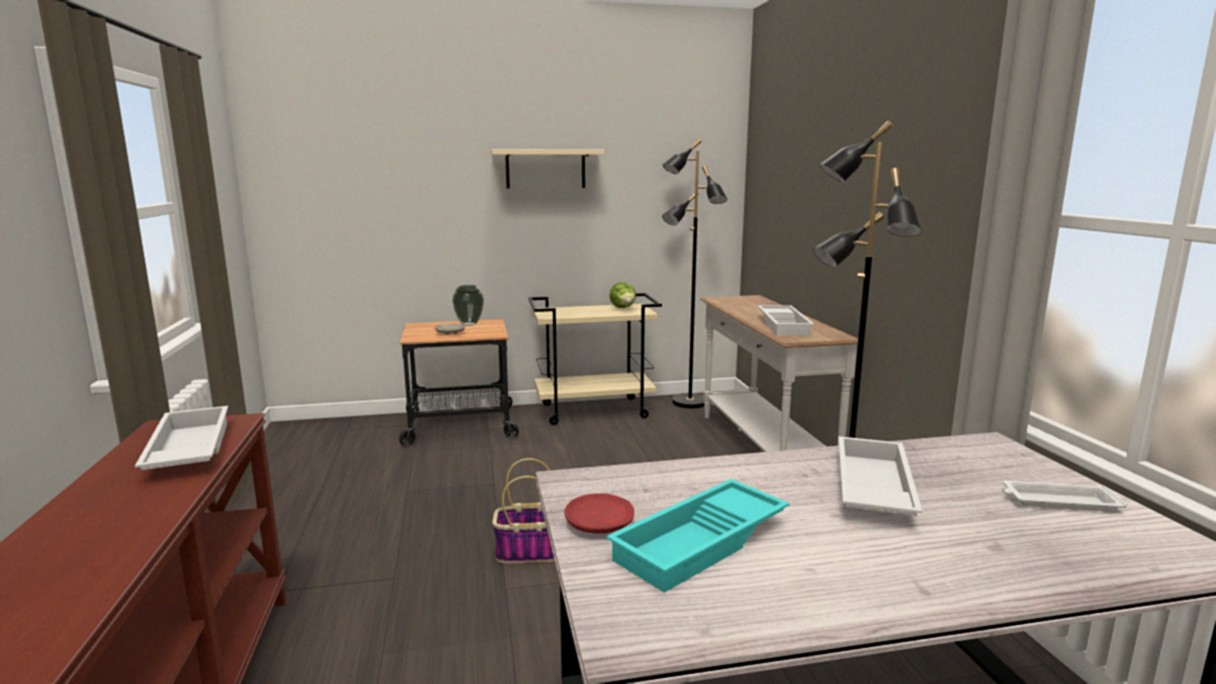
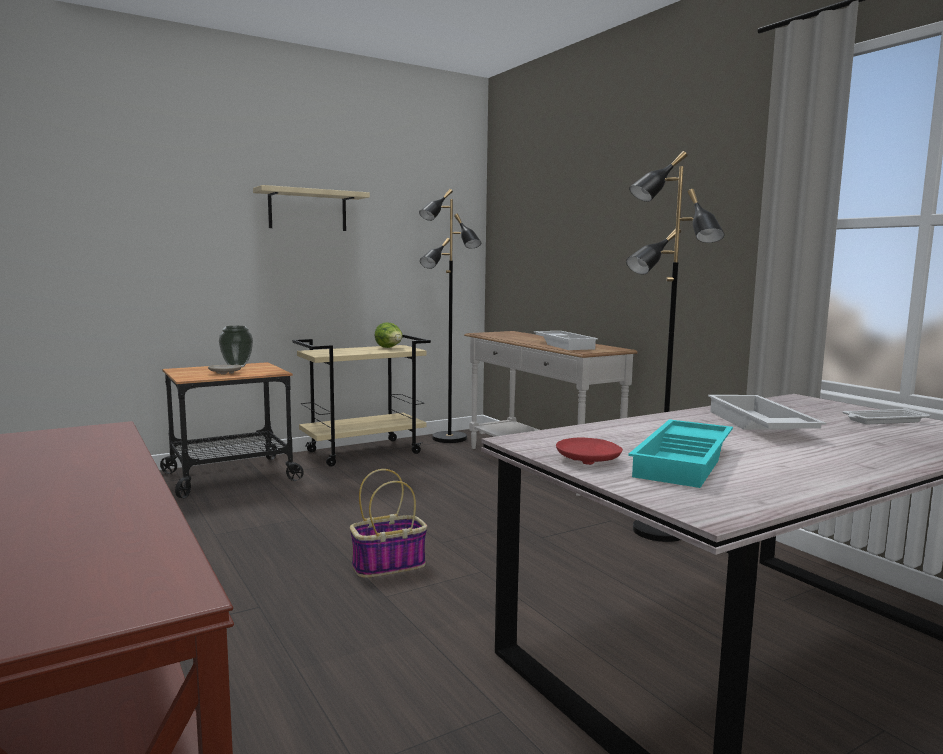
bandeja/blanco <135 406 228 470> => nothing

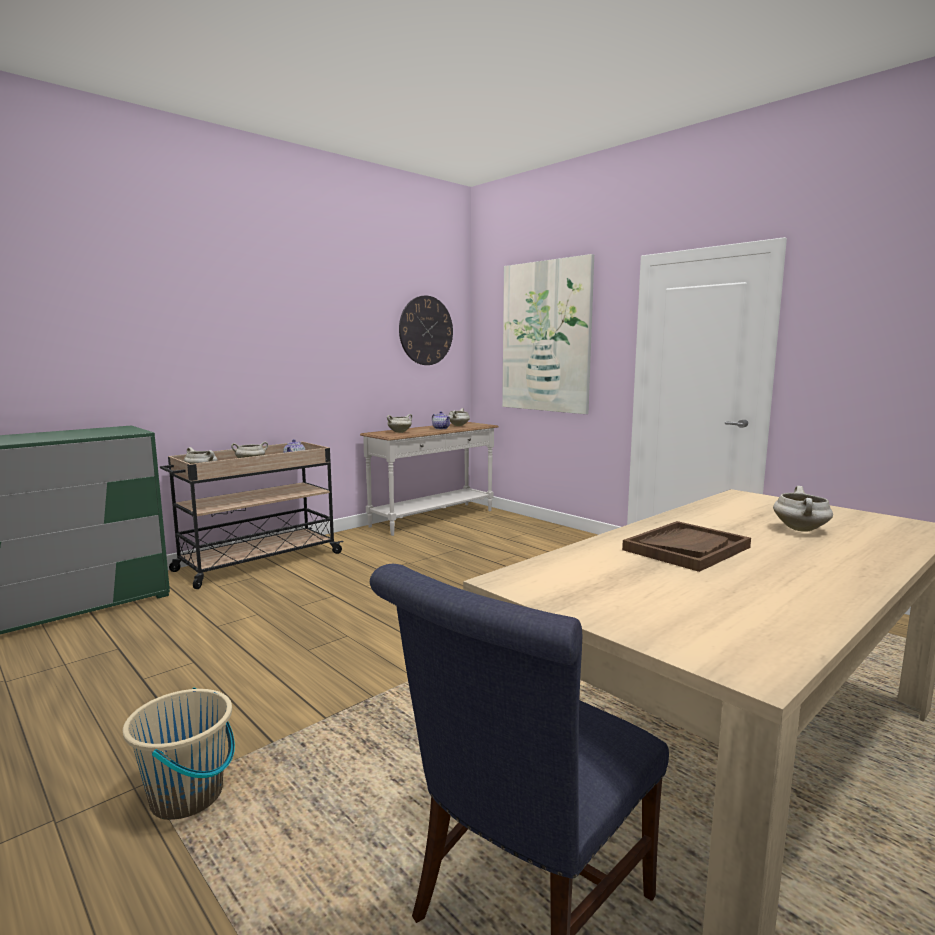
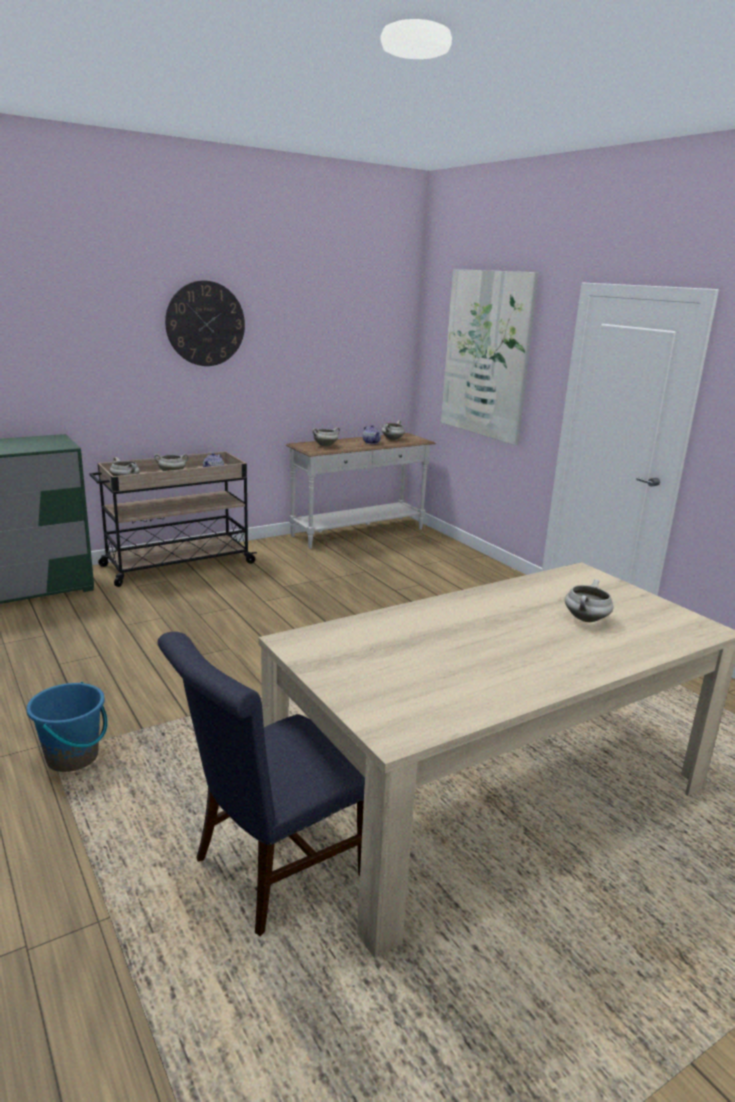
reloj de pared <399 296 453 365> => reloj de pared <165 280 245 366>, shifted
bandeja/marrón <622 521 751 572> => nothing
cubo/beis <123 688 235 820> => cubo/azul <26 682 108 772>

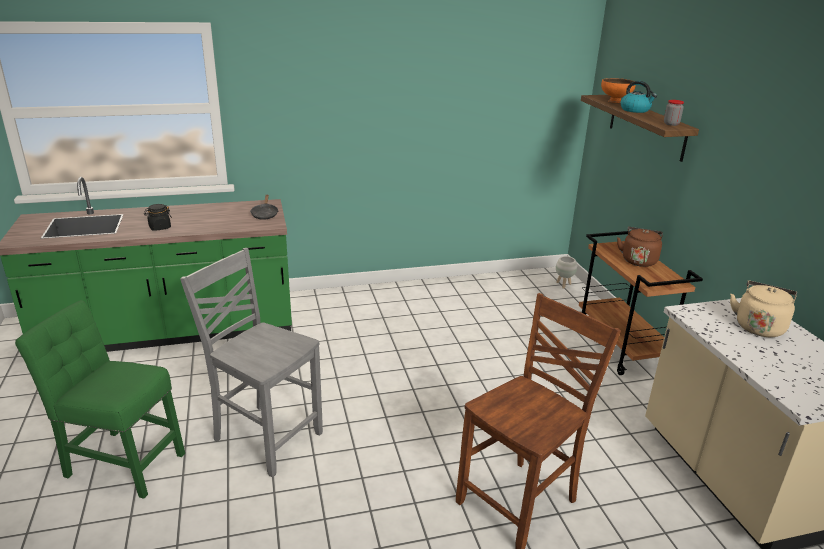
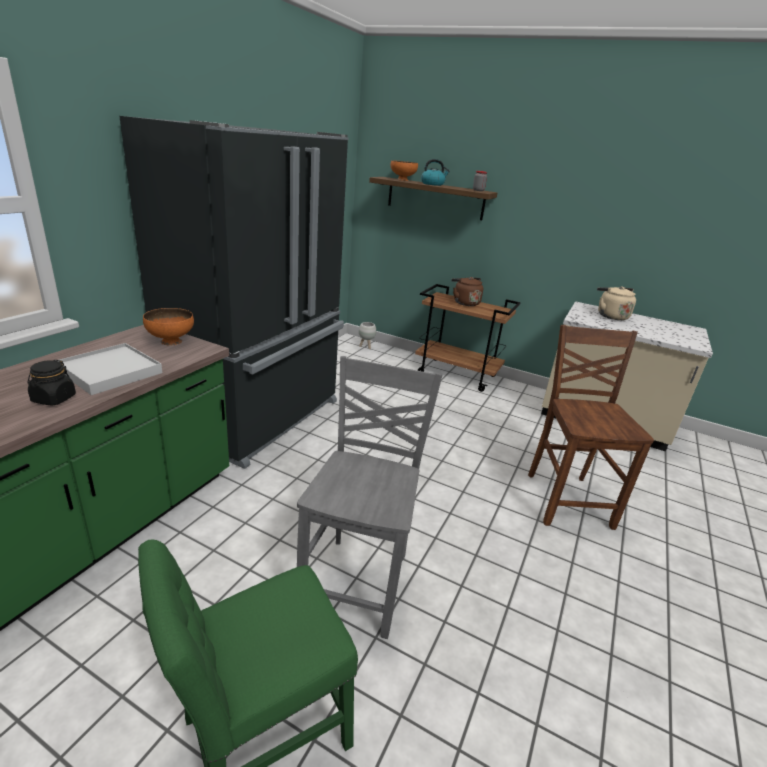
sartén/negro <250 194 279 220> => cuenco/naranja <143 308 194 345>
silla/gris <180 248 323 477> => silla/gris <297 356 443 639>, 120 degrees clockwise
nothing => nevera/negro <119 116 349 469>
nothing => bandeja/blanco <59 343 162 395>

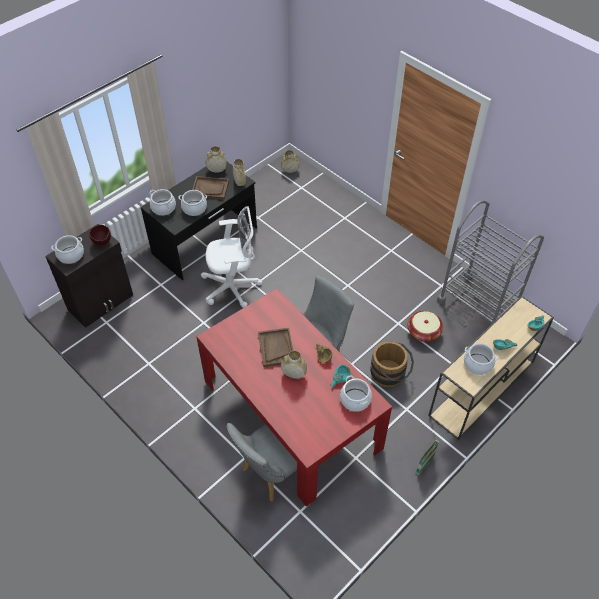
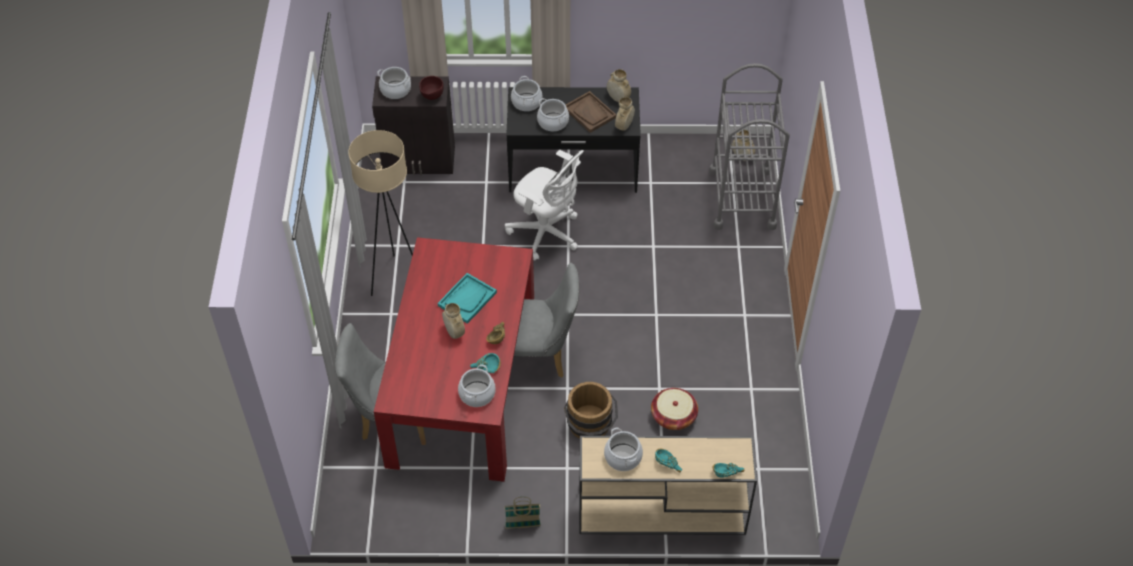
carrito/gris <437 200 544 324> => carrito/gris <709 63 790 230>, shifted
bandeja/marrón <258 328 293 367> => bandeja/turquesa <438 273 497 324>
nothing => lámpara de pie/beis <348 130 413 296>

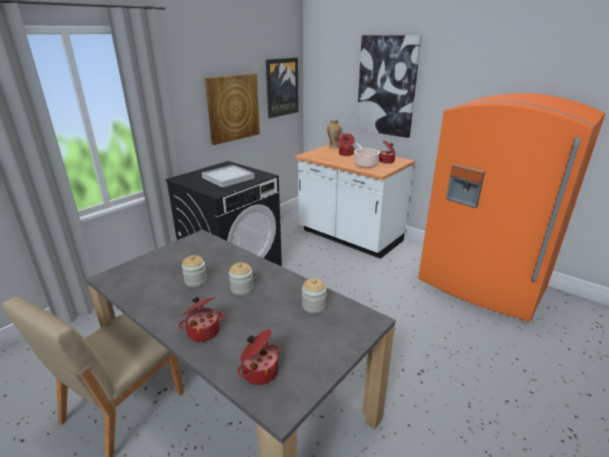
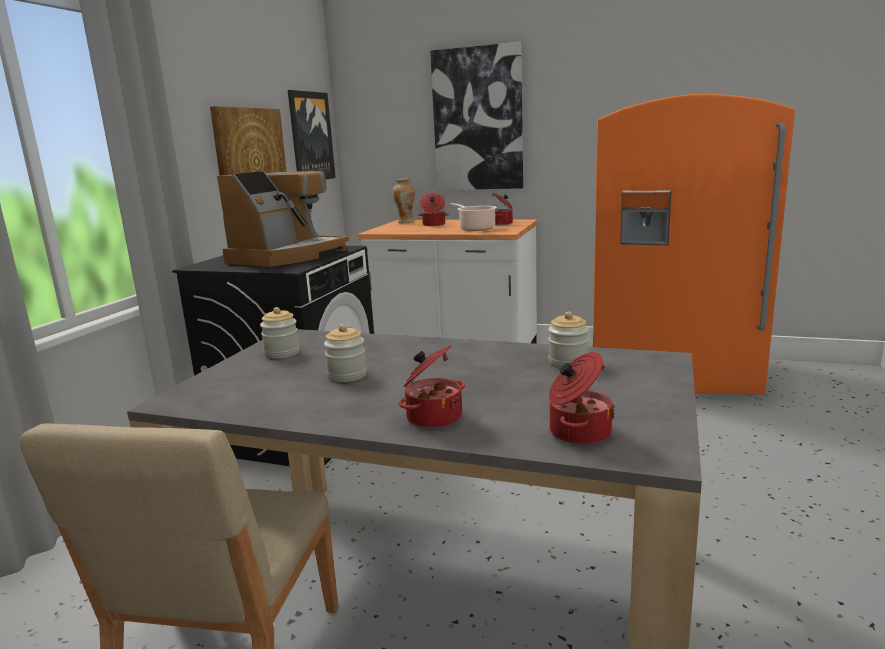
bandeja/blanco <202 165 255 188> => cafetera <217 171 349 267>
tarro <229 262 253 295> => tarro <260 307 300 359>, shifted

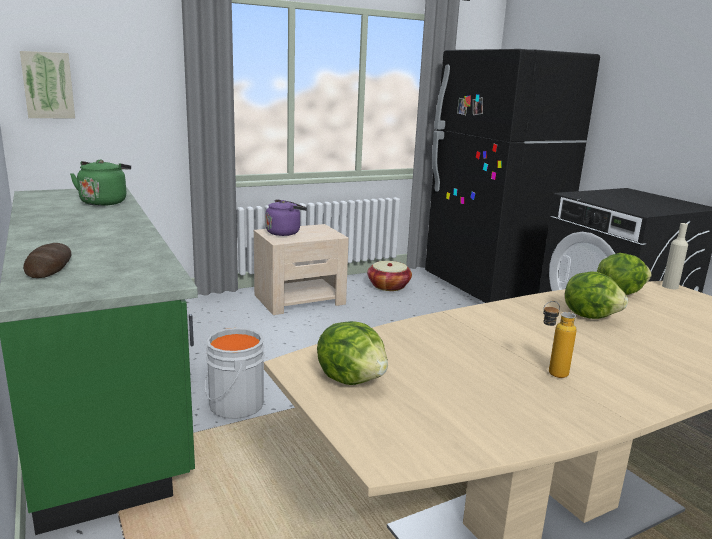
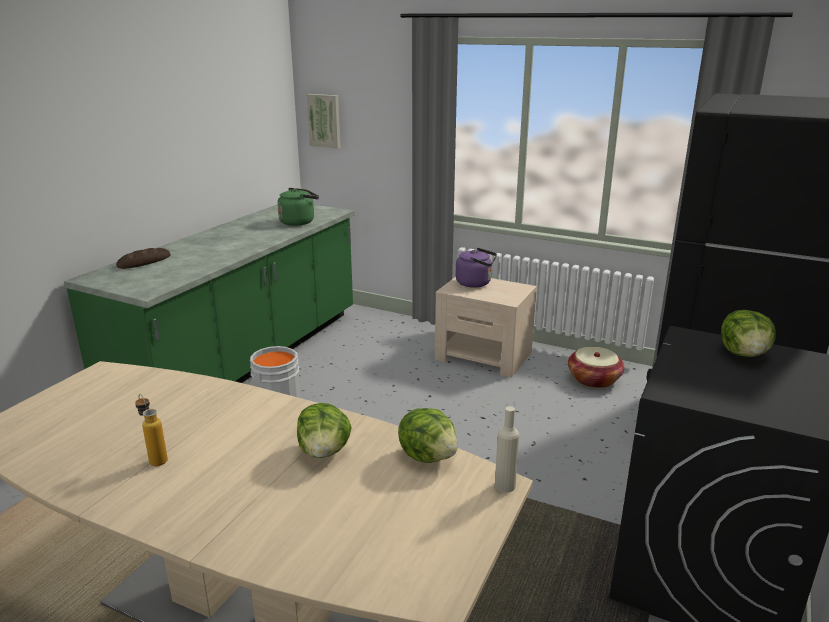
lechuga <317 321 388 385> => lechuga <721 310 776 357>, shifted

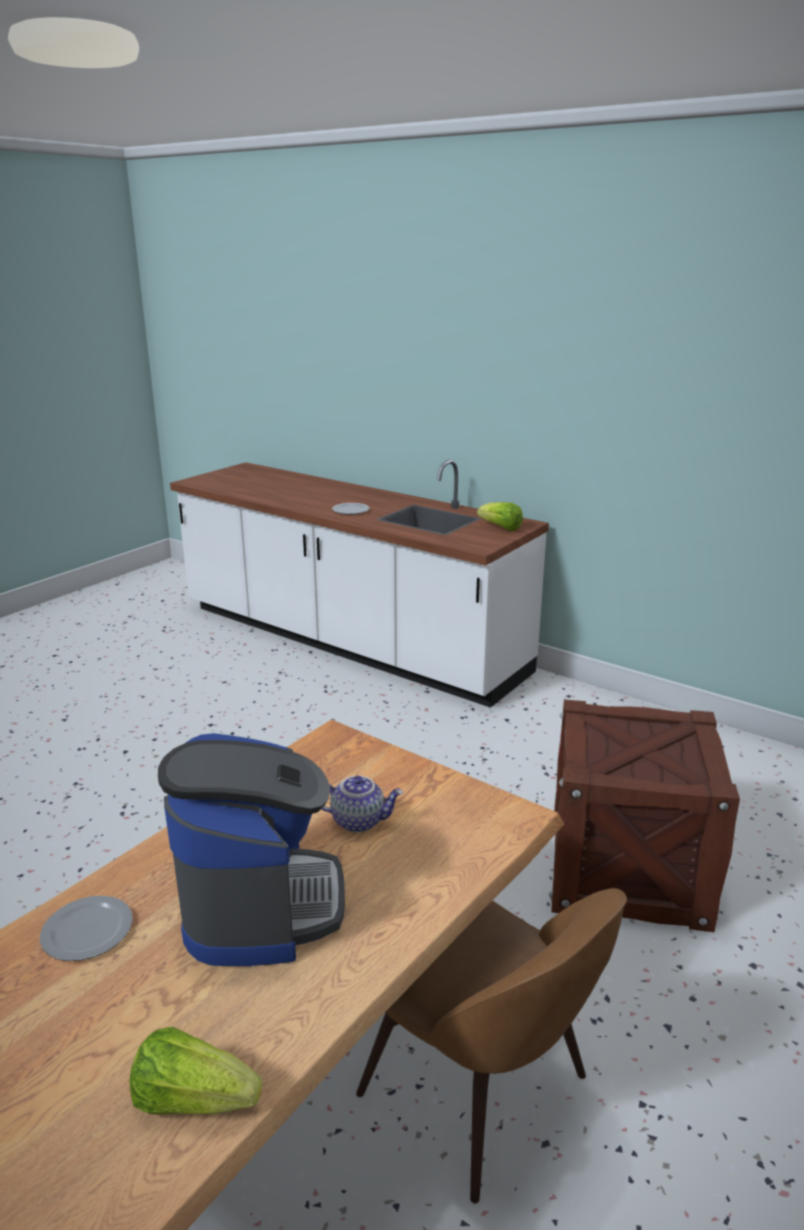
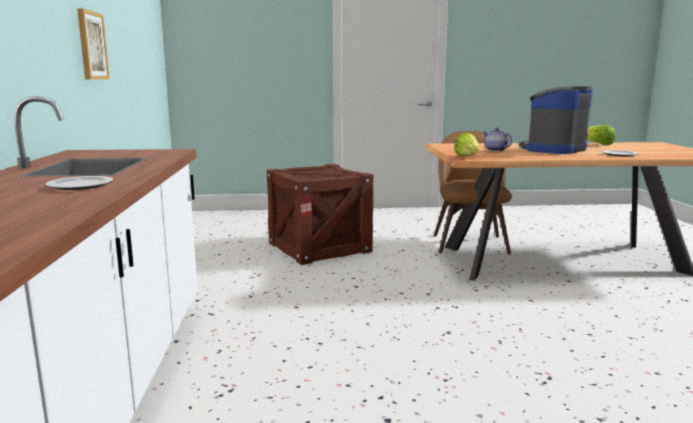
lechuga <477 502 523 531> => lechuga <454 132 479 156>, shifted
nothing => cuadro <77 8 110 80>

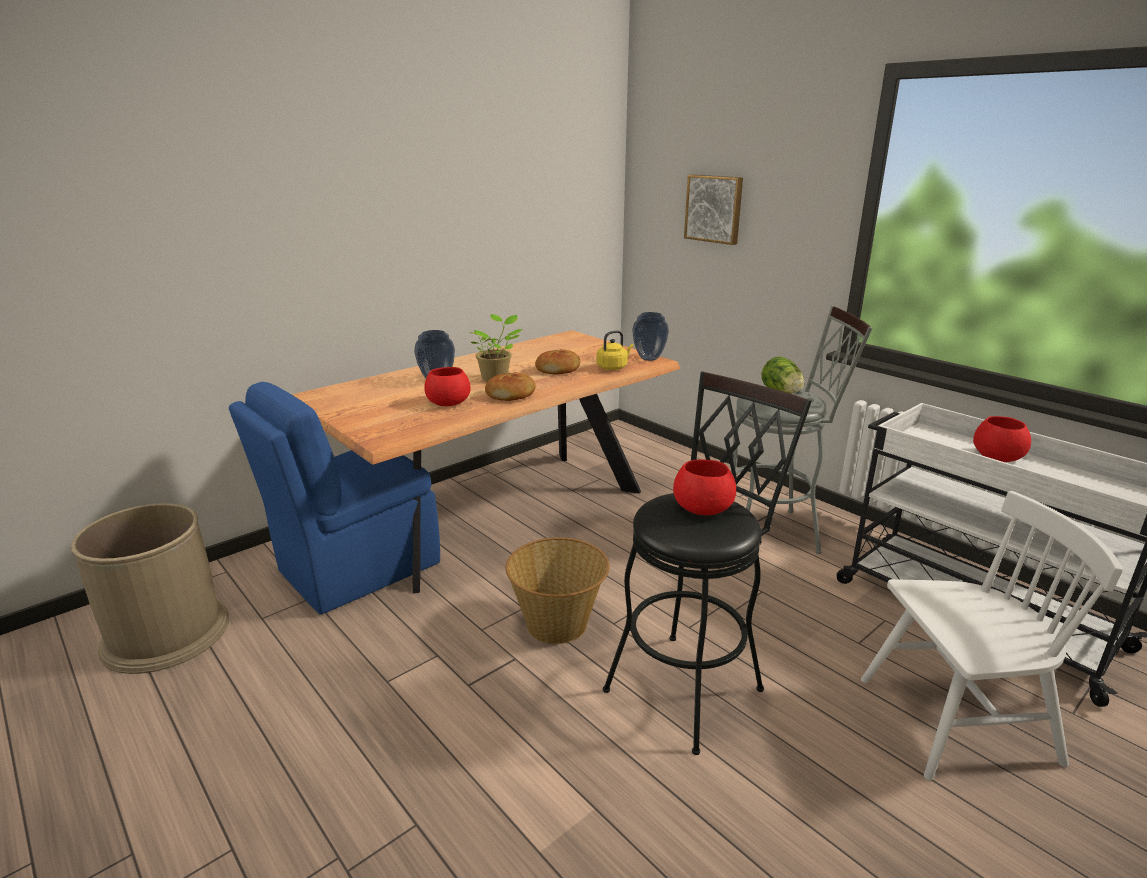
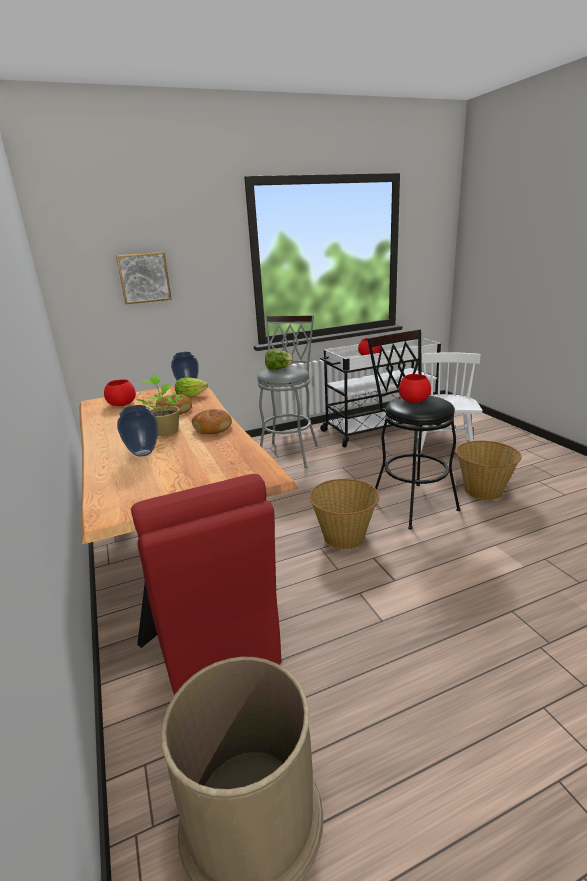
hervidor/amarillo <597 330 633 370> => lechuga <175 378 208 397>
cuenco/rojo <424 367 471 406> => cuenco/rojo <104 379 136 406>, shifted
silla/azul <229 382 440 615> => silla/rojo <131 474 281 695>
nothing => cesta <456 441 522 500>

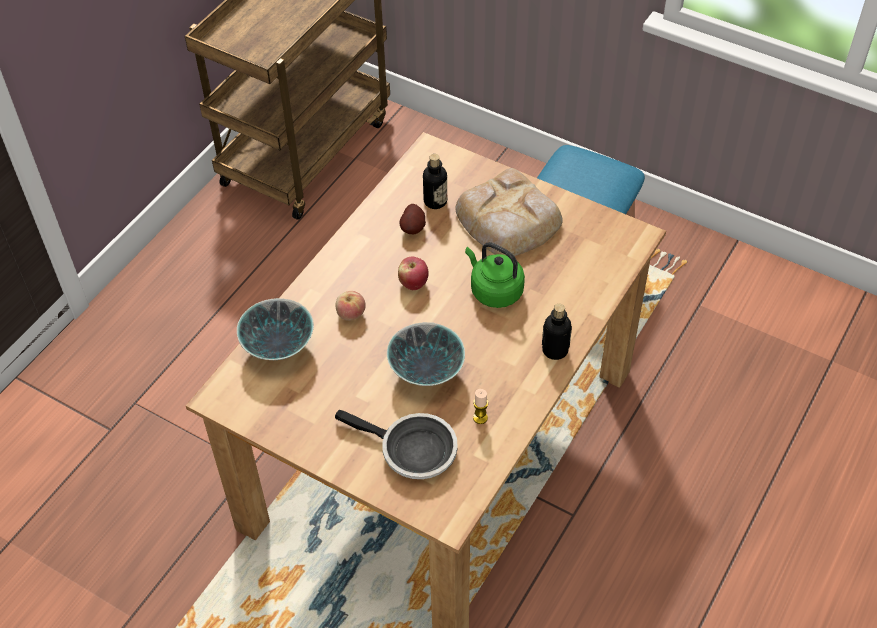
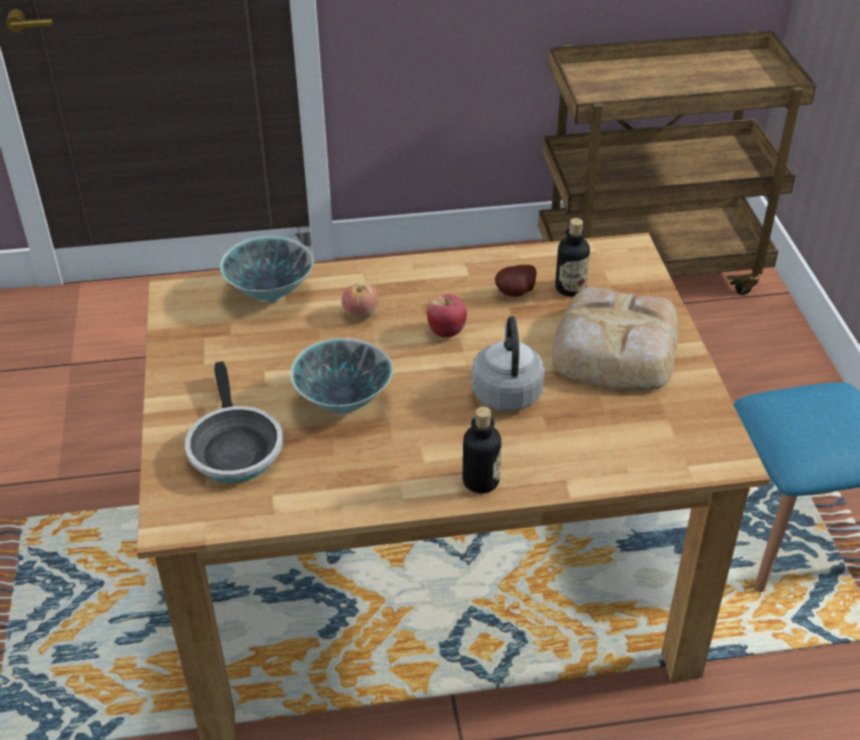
hervidor/verde <465 242 525 308> => hervidor/gris <472 316 544 411>
vela <473 389 488 424> => nothing

